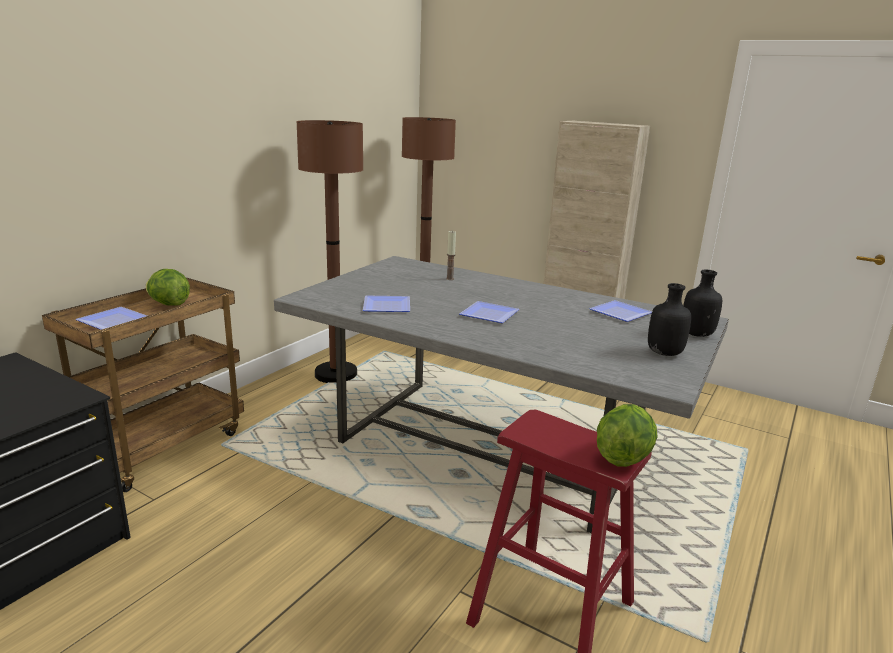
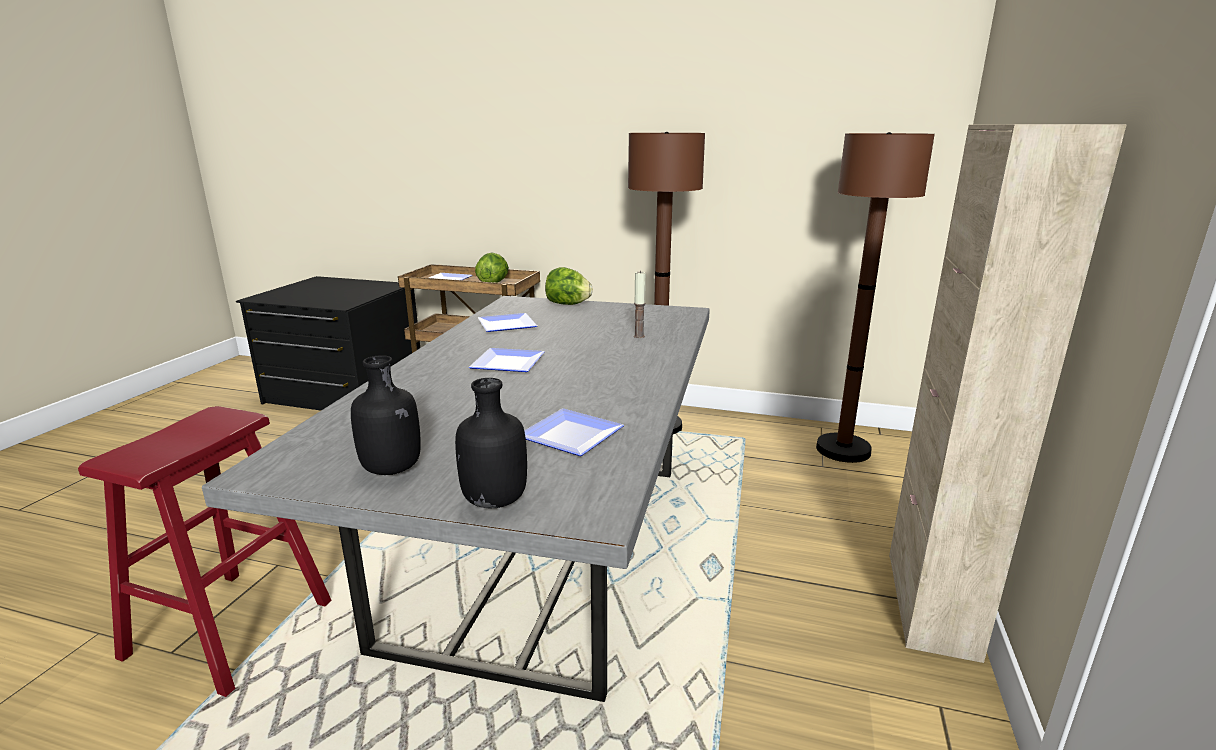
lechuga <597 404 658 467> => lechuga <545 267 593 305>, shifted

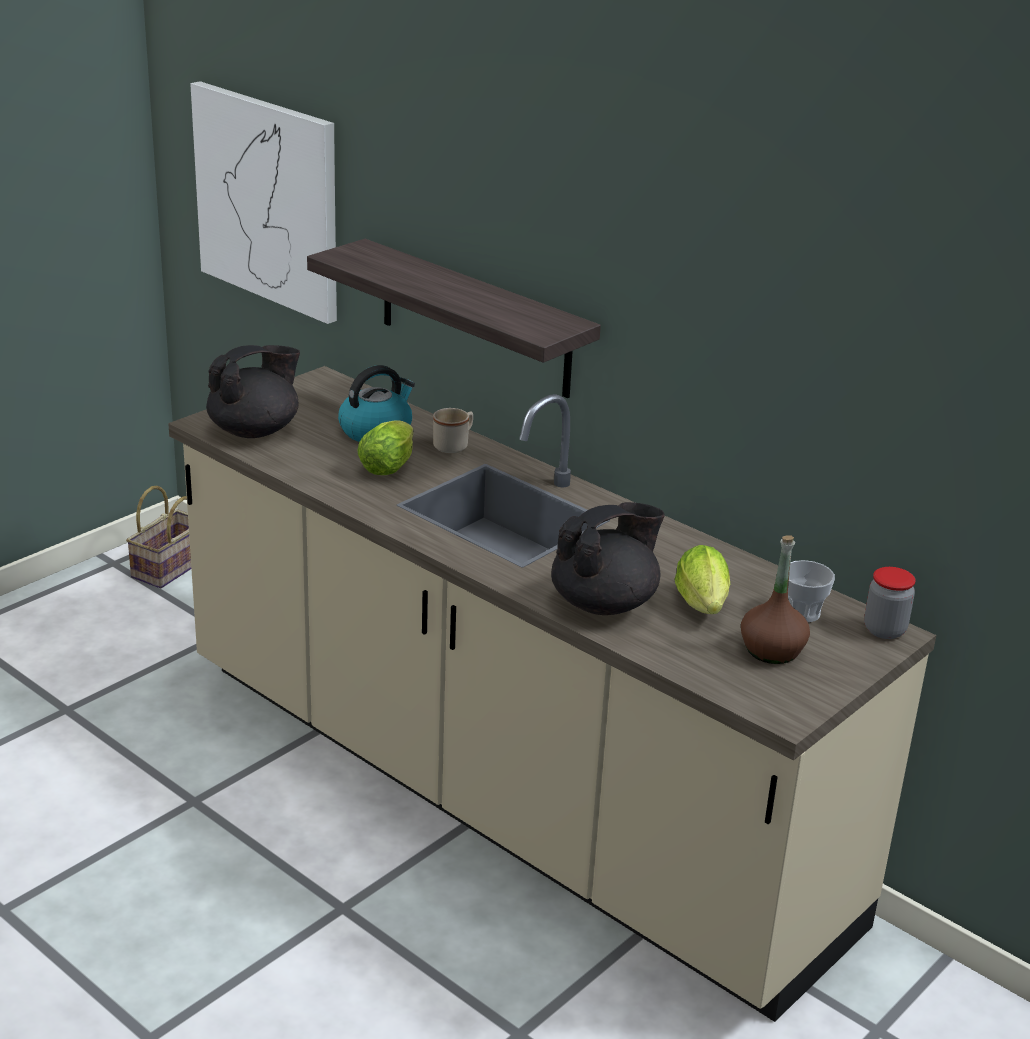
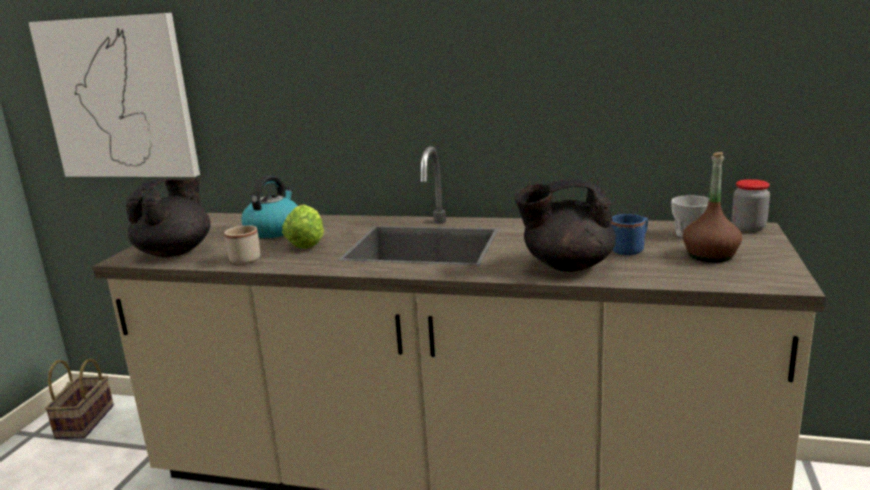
estante <307 239 601 398> => nothing
taza grande/beis <433 408 473 454> => taza grande/beis <224 225 261 264>, shifted
tetera/negro <551 502 665 615> => tetera/negro <514 179 616 272>, 120 degrees counterclockwise
lechuga <675 545 730 614> => taza grande/azul <610 214 648 255>

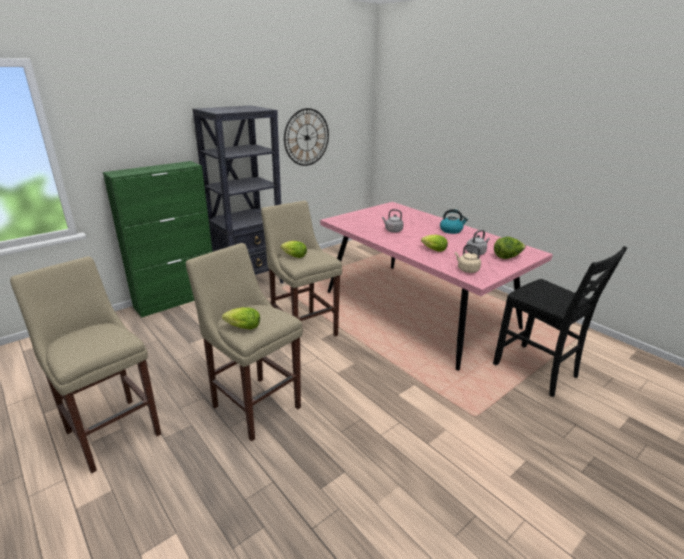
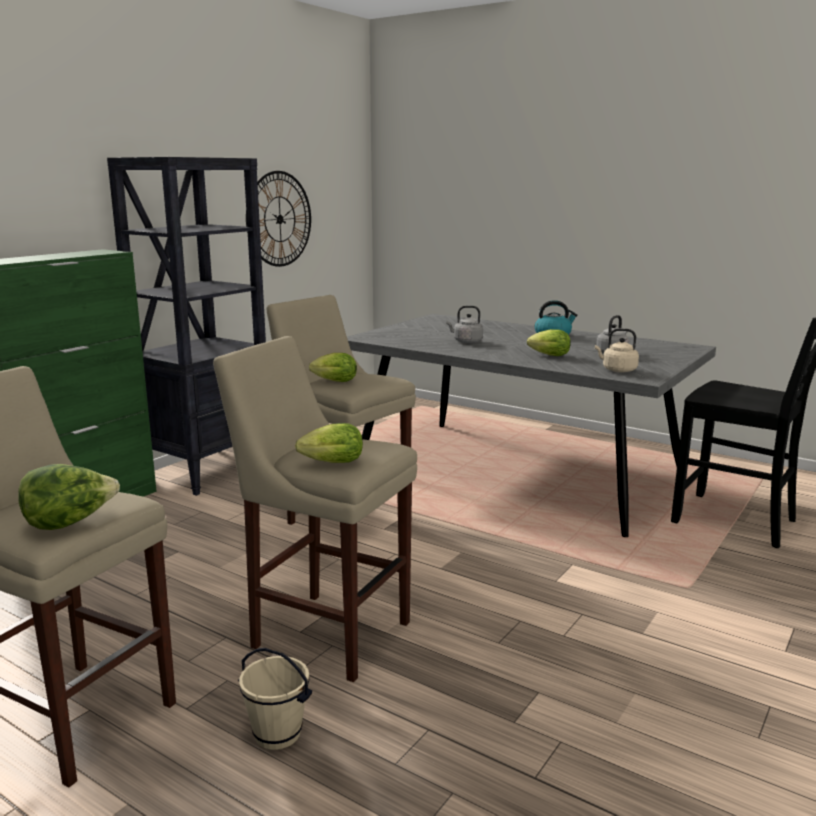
mesa de comedor/rosa <320 202 553 371> => mesa de comedor/gris <347 314 716 537>
lechuga <494 237 526 259> => lechuga <18 464 120 530>, shifted
nothing => cubo/beis <238 648 312 750>

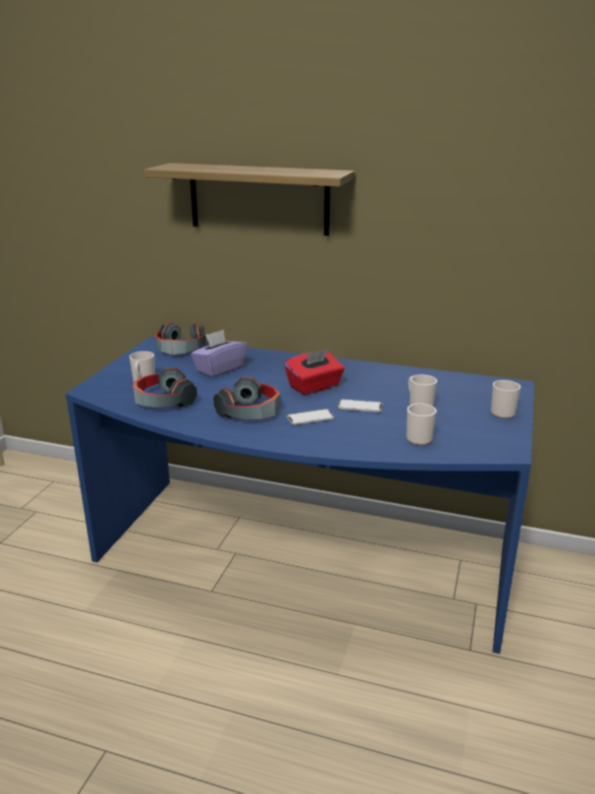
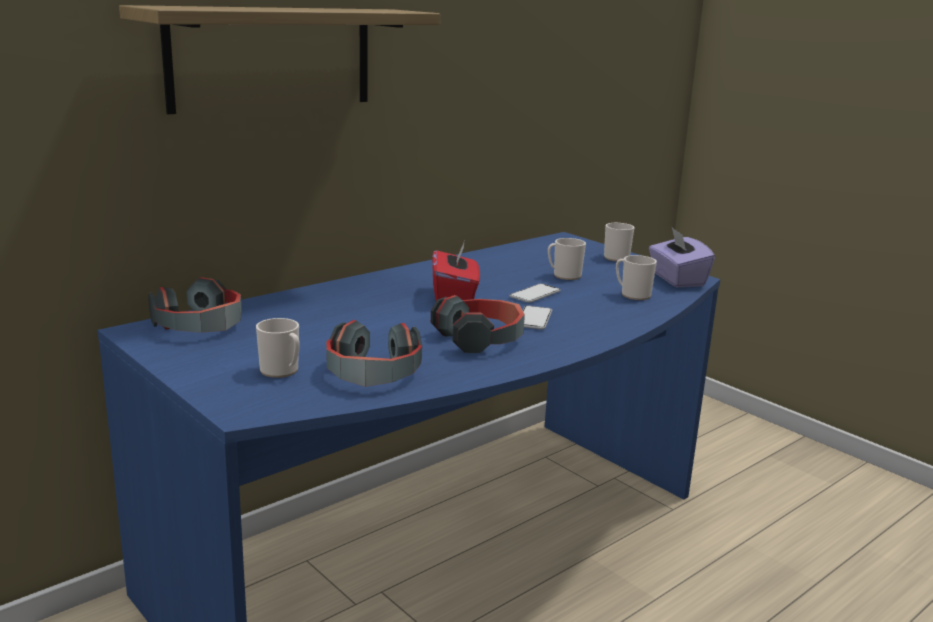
caja de pañuelos/morado <191 329 247 378> => caja de pañuelos/morado <649 228 715 287>, shifted

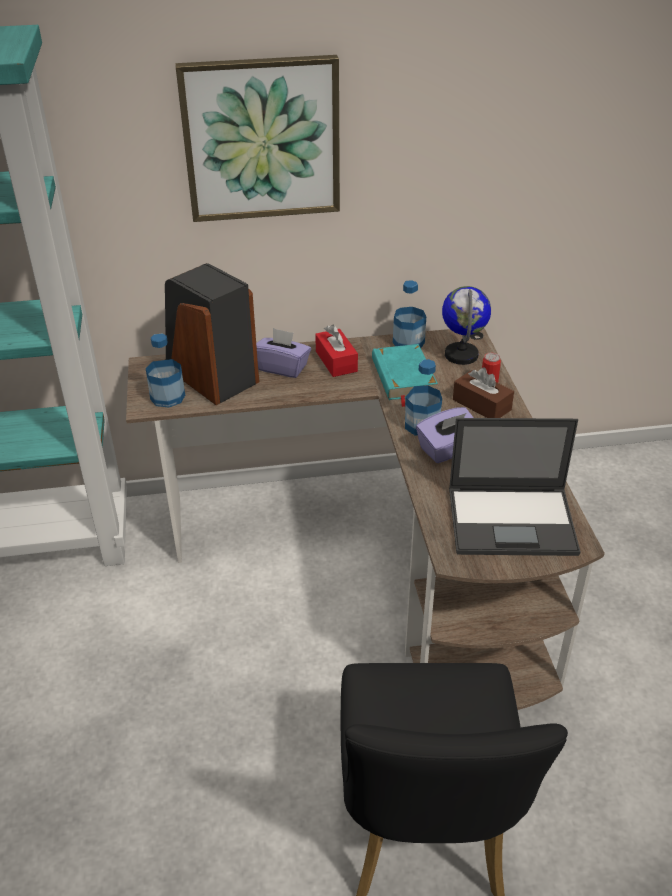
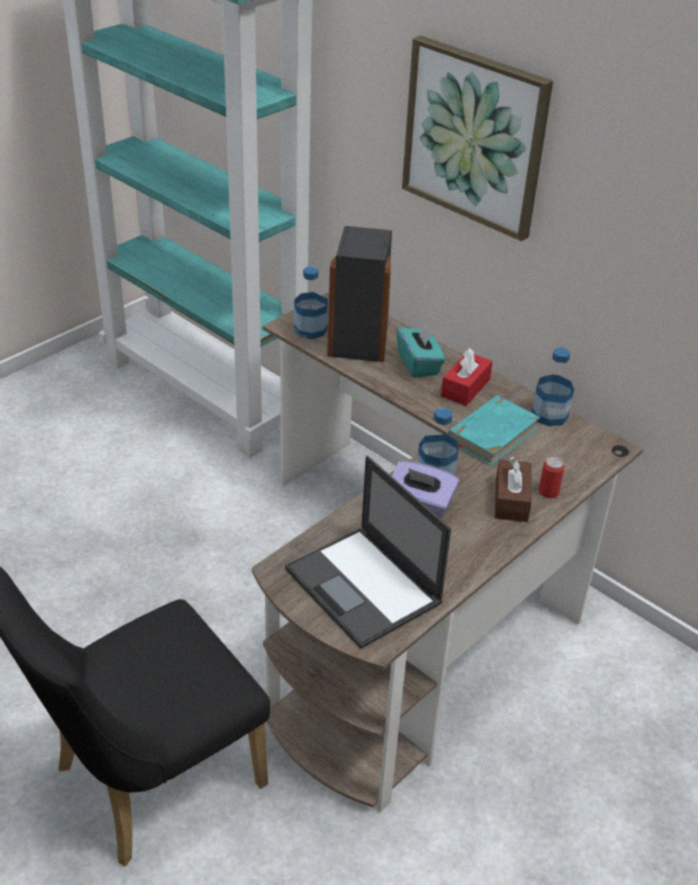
globo terráqueo <442 286 491 365> => nothing
caja de pañuelos/morado <256 328 311 378> => caja de pañuelos/turquesa <396 322 445 378>

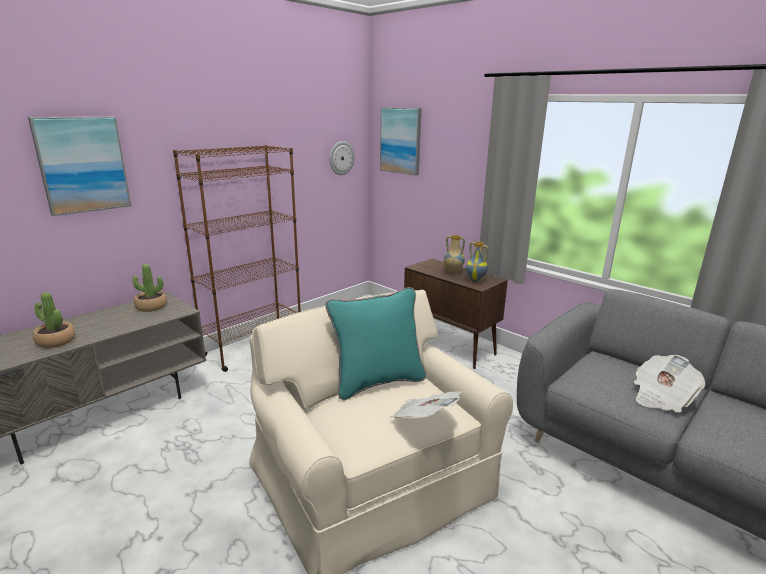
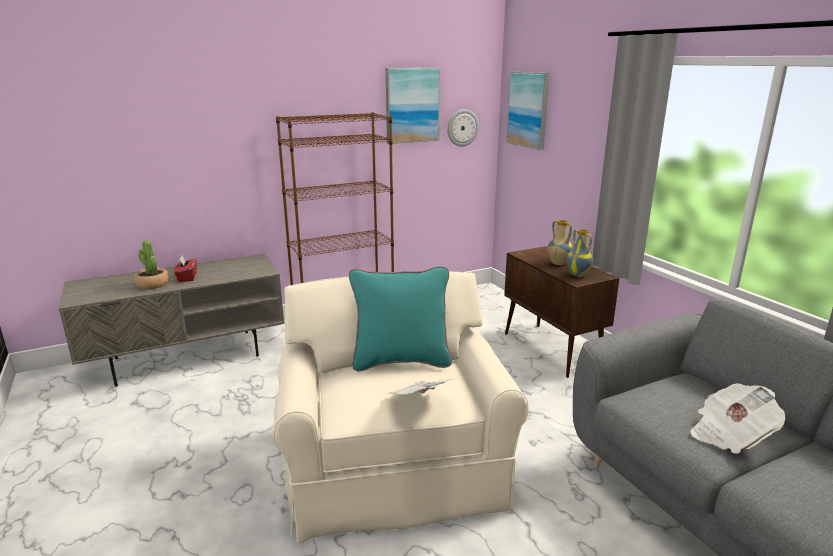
cuadro <28 116 131 216> => cuadro <386 68 440 144>, shifted
planta en maceta <132 264 167 312> => nothing
nothing => caja de pañuelos/rojo <174 255 197 282>

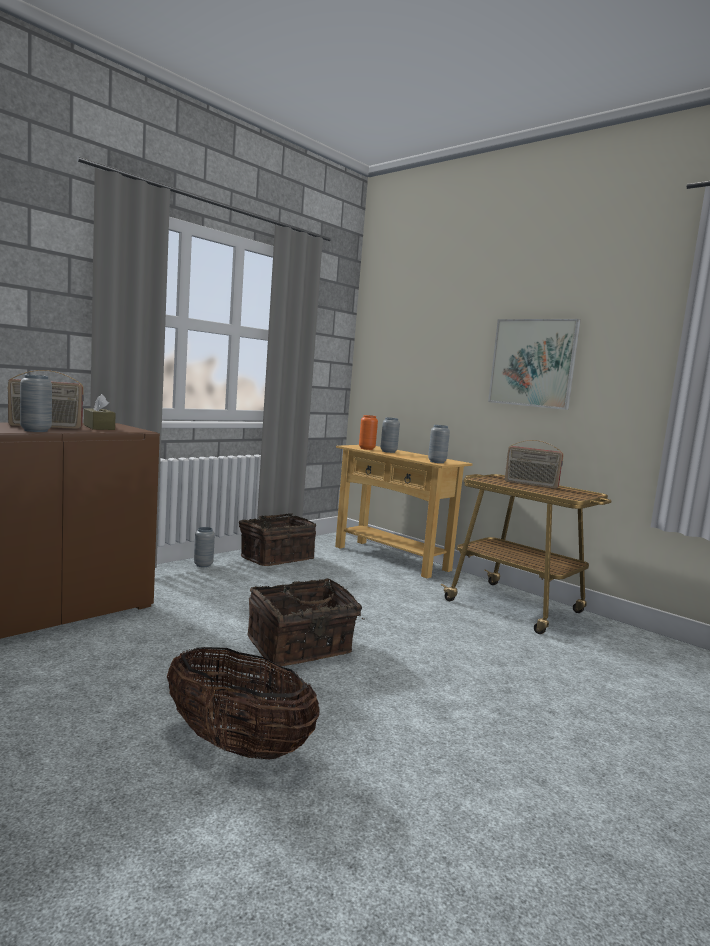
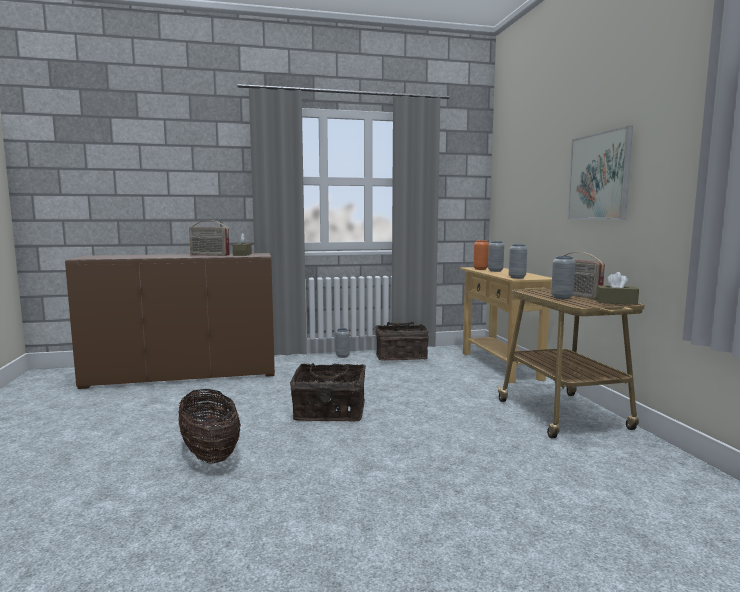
florero/gris <20 375 52 432> => florero/gris <551 256 575 299>, shifted
nothing => caja de pañuelos/marrón <596 272 639 305>

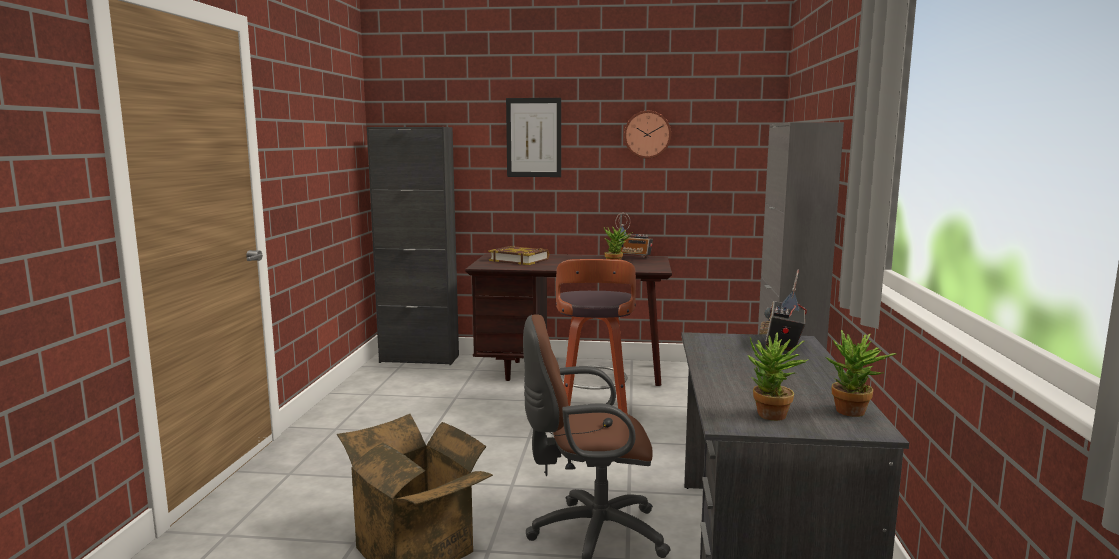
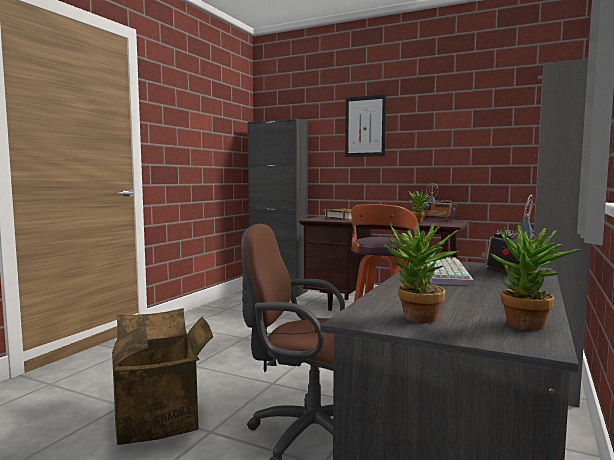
reloj de pared <624 111 671 159> => nothing
nothing => teclado <427 257 474 286>

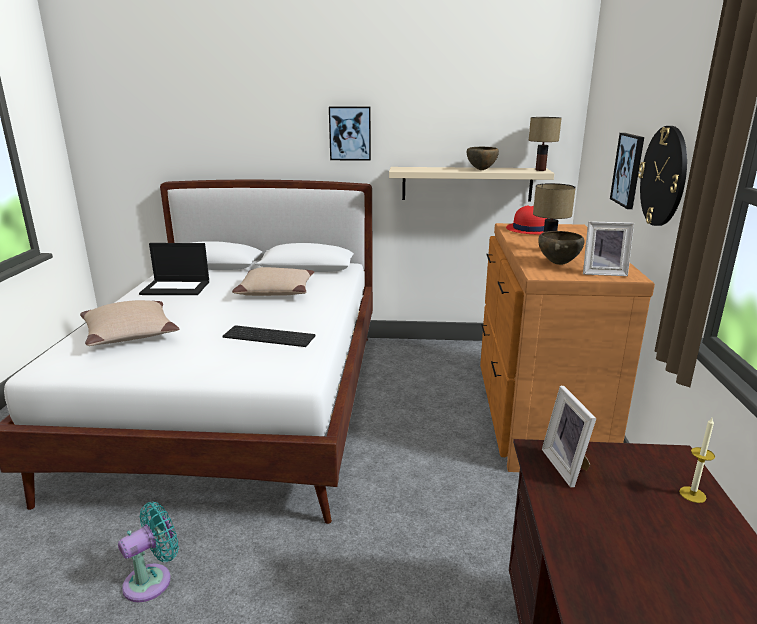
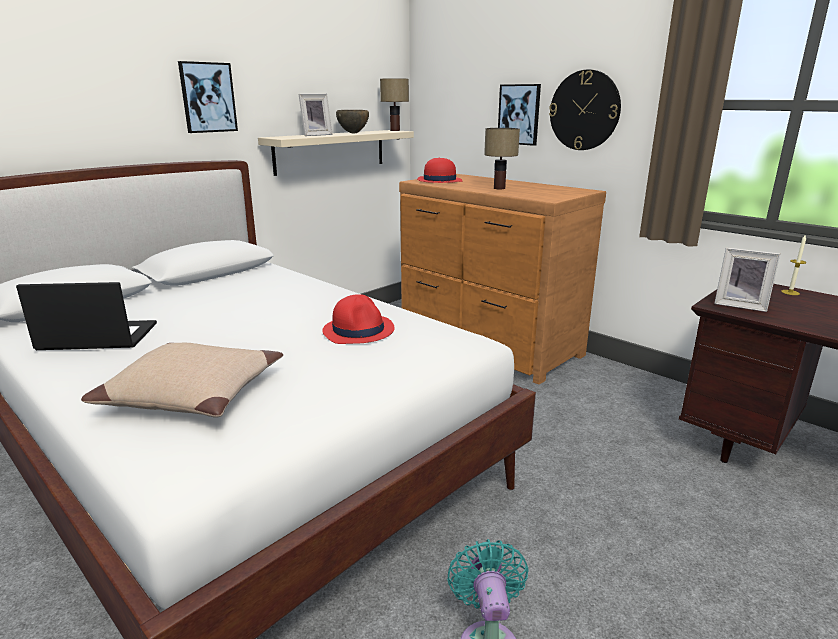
portarretratos <583 221 634 276> => portarretratos <298 94 332 136>, shifted
cuenco/marrón <538 231 584 265> => nothing
portátil <139 243 209 295> => portátil <16 282 157 350>, 135 degrees counterclockwise
cojín/beis <232 267 314 296> => nothing
teclado <222 325 316 347> => sombrero/rojo <322 294 395 344>

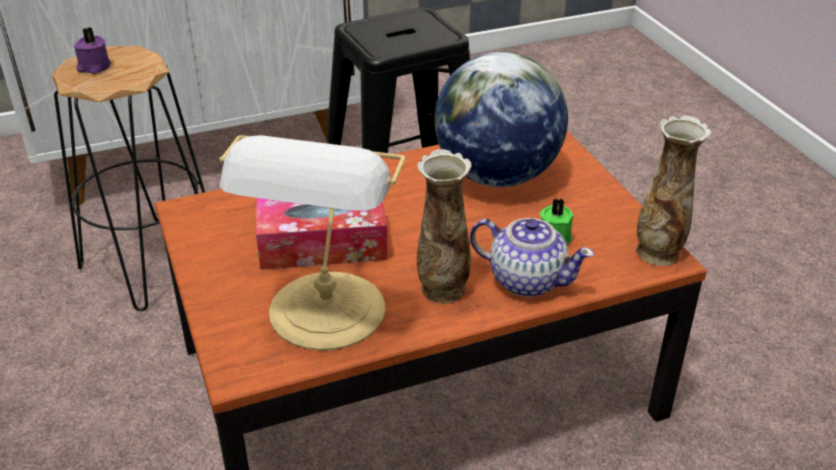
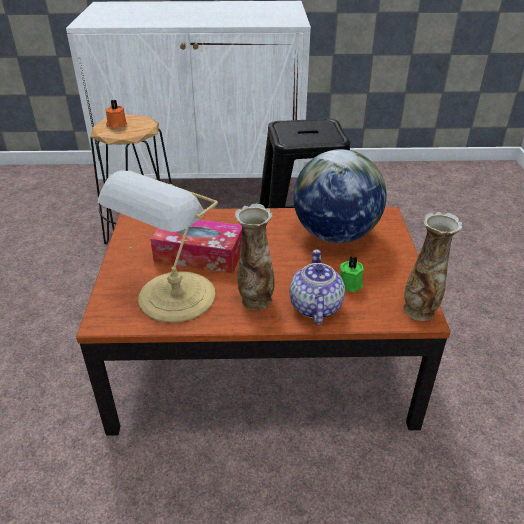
vela/morado <74 27 111 74> => vela/naranja <105 100 127 128>
tetera <470 218 594 297> => tetera <290 249 345 324>, 135 degrees counterclockwise

